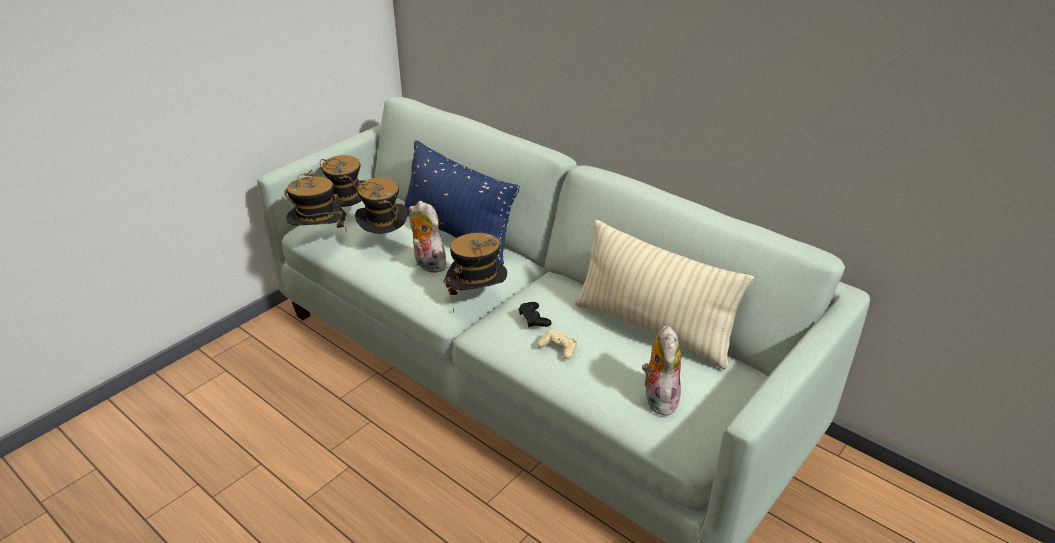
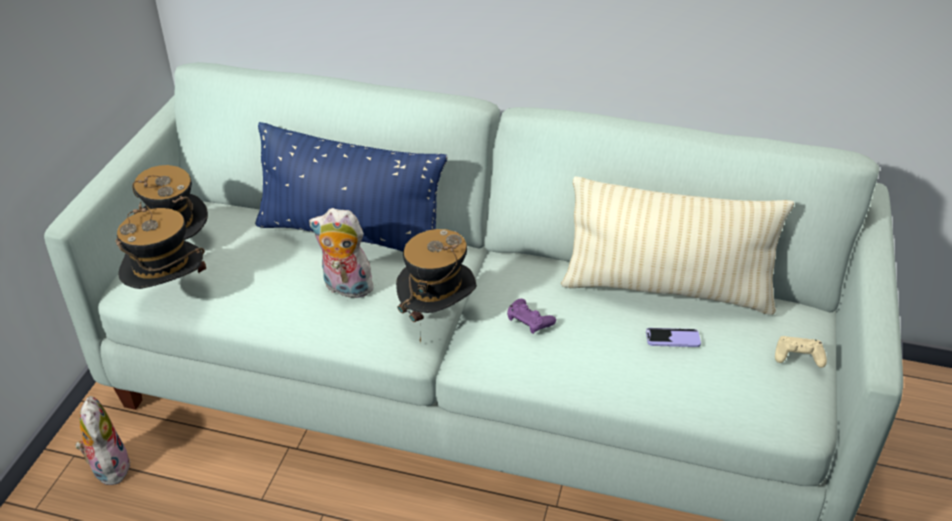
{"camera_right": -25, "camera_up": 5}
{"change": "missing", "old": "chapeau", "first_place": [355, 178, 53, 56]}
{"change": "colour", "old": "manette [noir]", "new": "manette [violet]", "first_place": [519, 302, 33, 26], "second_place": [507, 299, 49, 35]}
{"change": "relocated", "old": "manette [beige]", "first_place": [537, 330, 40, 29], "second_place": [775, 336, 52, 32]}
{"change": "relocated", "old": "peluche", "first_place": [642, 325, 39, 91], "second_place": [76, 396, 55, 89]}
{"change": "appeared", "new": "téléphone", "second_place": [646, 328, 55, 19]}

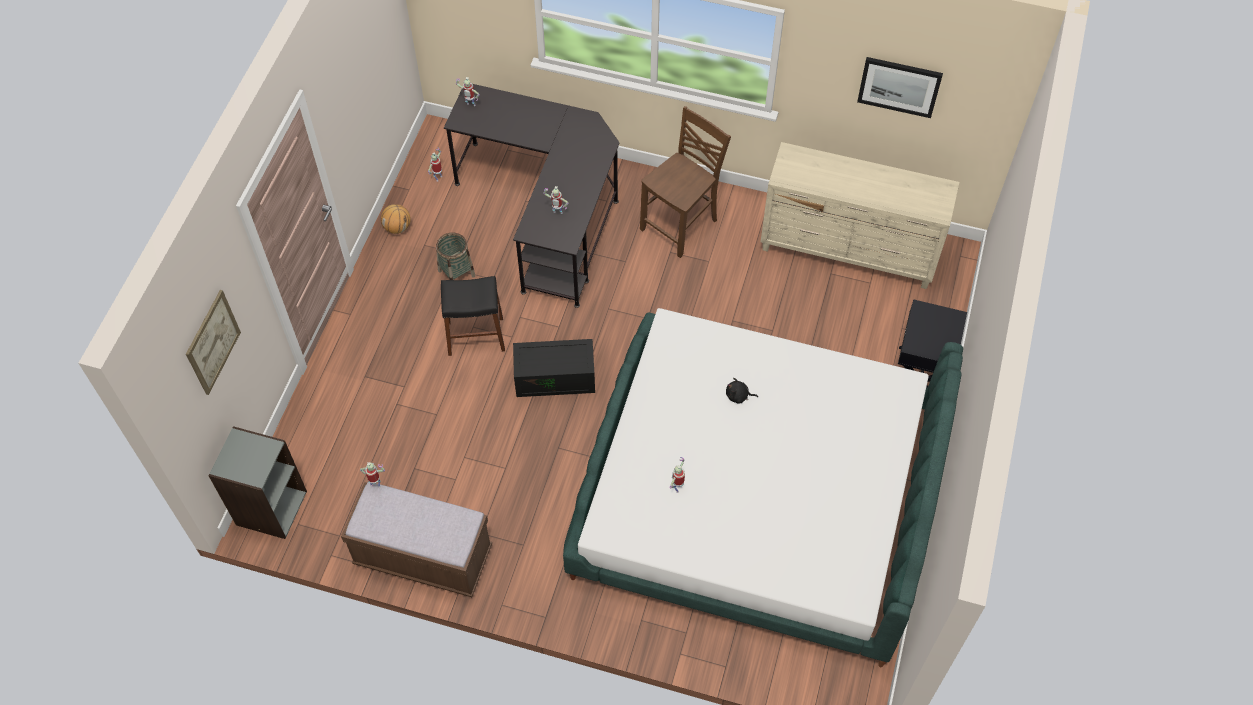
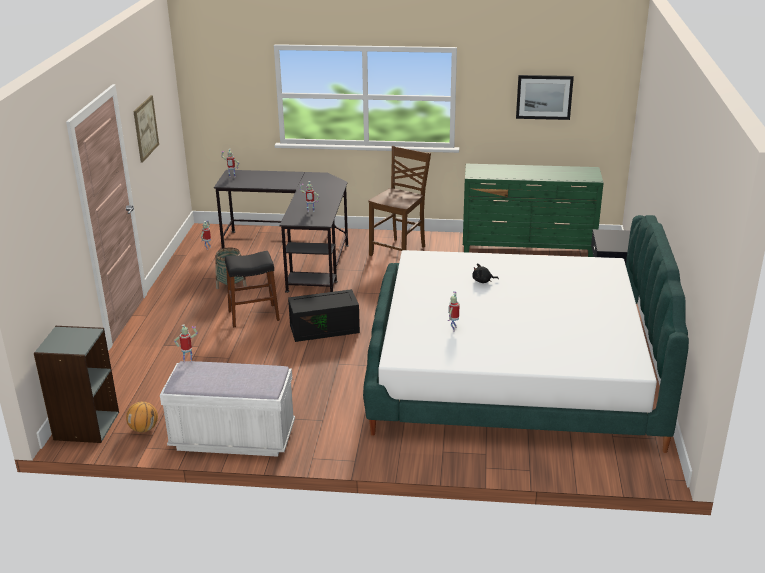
{"camera_right": -10, "camera_up": -30}
{"change": "relocated", "old": "tableau", "first_place": [186, 290, 55, 105], "second_place": [133, 95, 26, 68]}
{"change": "colour", "old": "banc [marron]", "new": "banc [blanc]", "first_place": [341, 482, 151, 115], "second_place": [160, 361, 135, 96]}
{"change": "relocated", "old": "ballon de basket", "first_place": [381, 204, 30, 30], "second_place": [126, 402, 32, 31]}
{"change": "colour", "old": "commode [beige]", "new": "commode [vert]", "first_place": [761, 142, 198, 147], "second_place": [463, 164, 141, 93]}

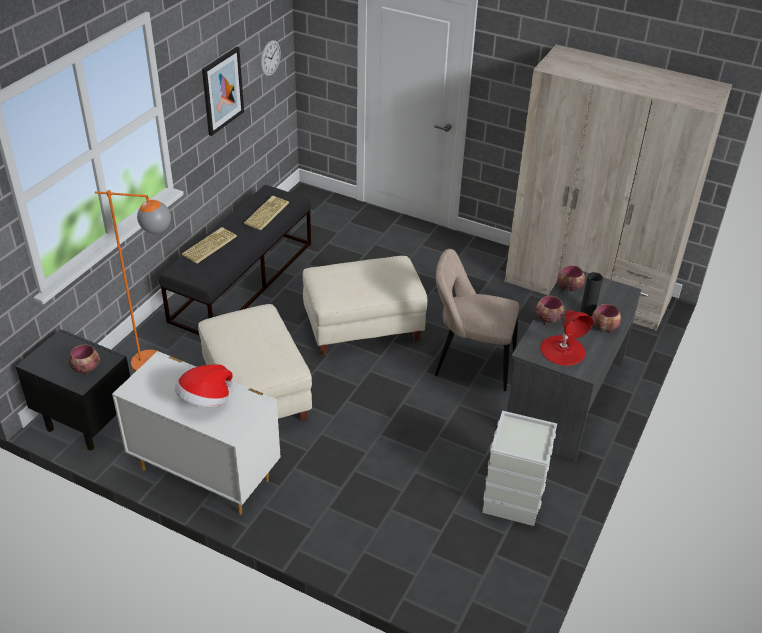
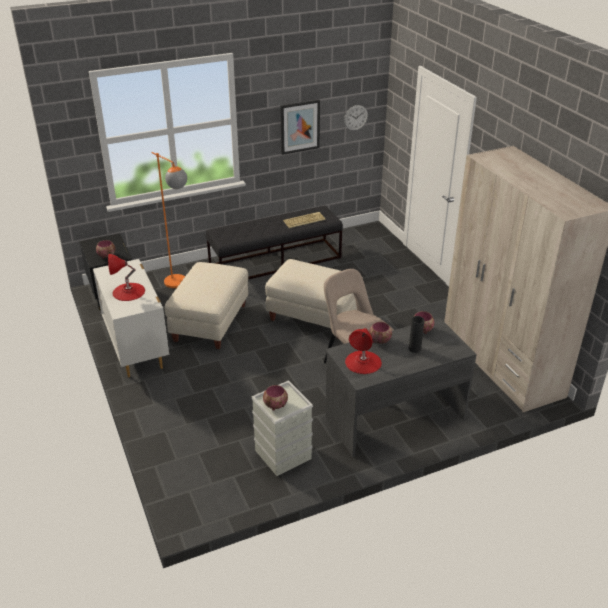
{"camera_right": 40, "camera_up": -5}
{"change": "exchanged", "old": "chapeau", "new": "lampe de table [rouge]", "first_place": [175, 364, 58, 43], "second_place": [108, 254, 37, 47]}
{"change": "missing", "old": "clavier", "first_place": [182, 227, 55, 37]}
{"change": "relocated", "old": "bol", "first_place": [592, 304, 29, 29], "second_place": [263, 385, 25, 26]}

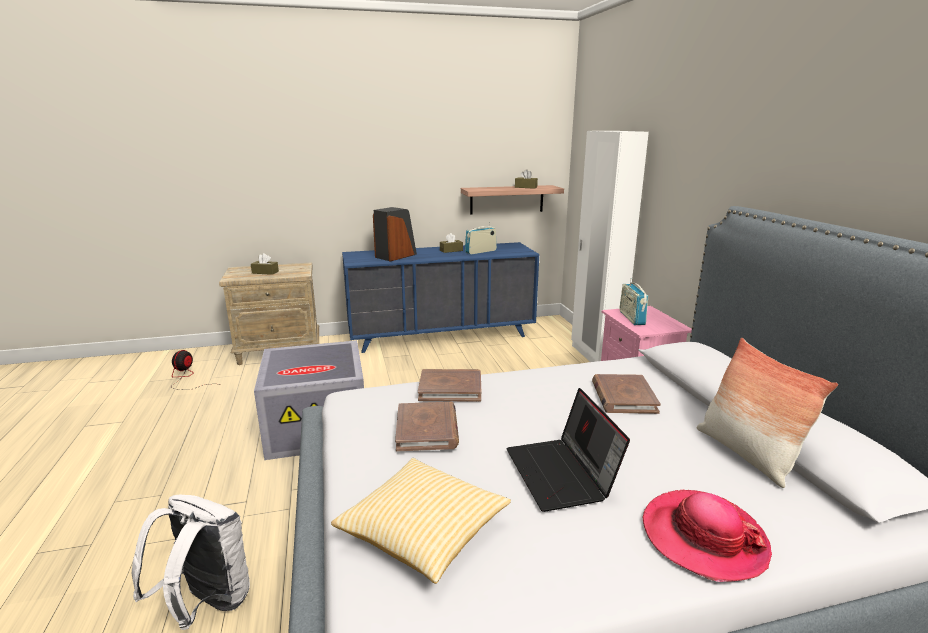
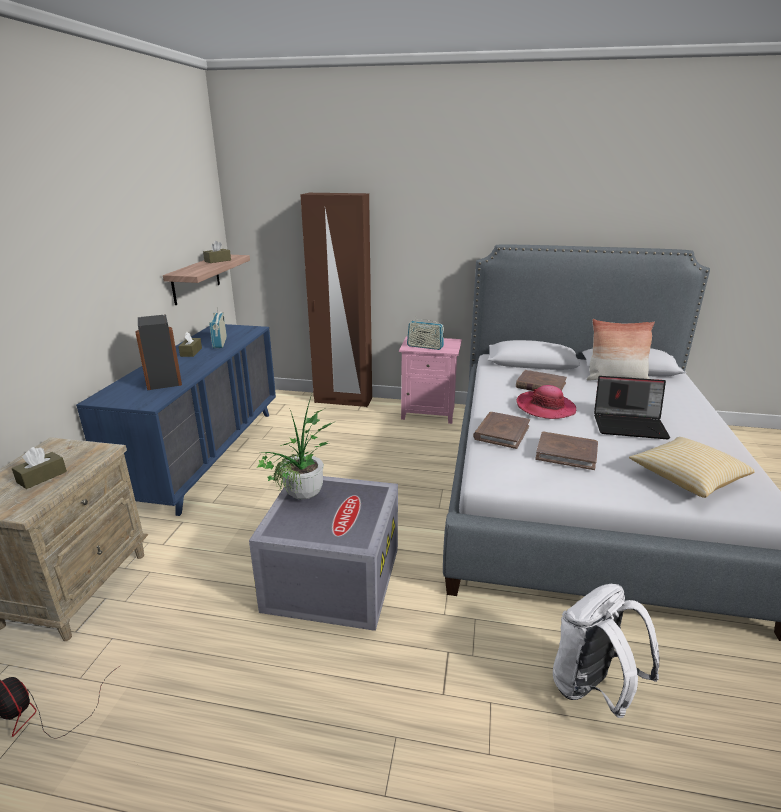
{"camera_right": -65, "camera_up": 5}
{"change": "colour", "old": "armoire [blanc]", "new": "armoire [marron]", "first_place": [571, 131, 78, 231], "second_place": [300, 193, 72, 214]}
{"change": "relocated", "old": "chapeau", "first_place": [643, 490, 129, 92], "second_place": [517, 385, 59, 34]}
{"change": "appeared", "new": "plante en pot", "second_place": [256, 391, 78, 109]}

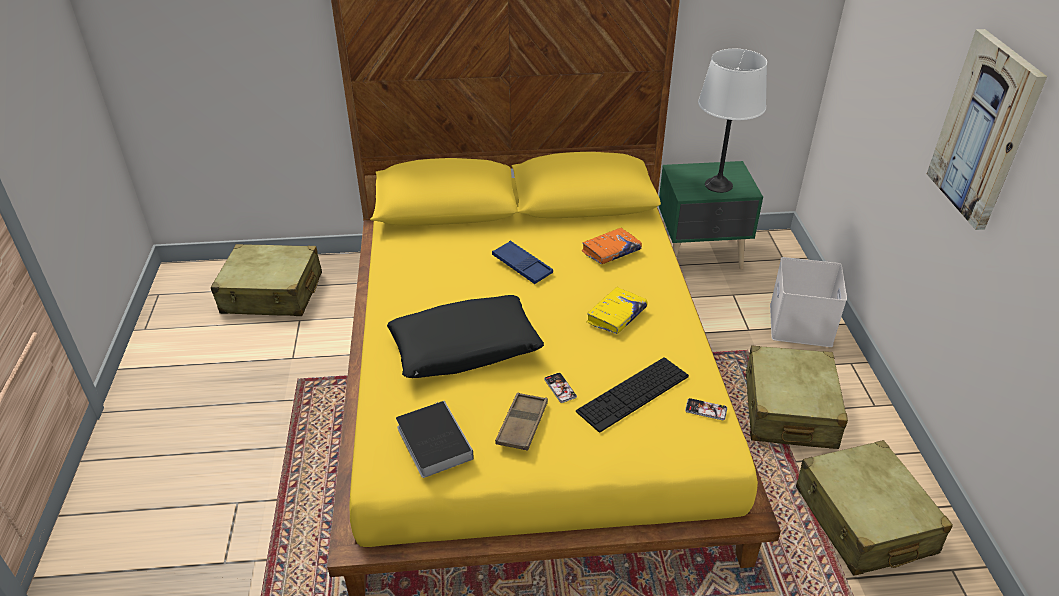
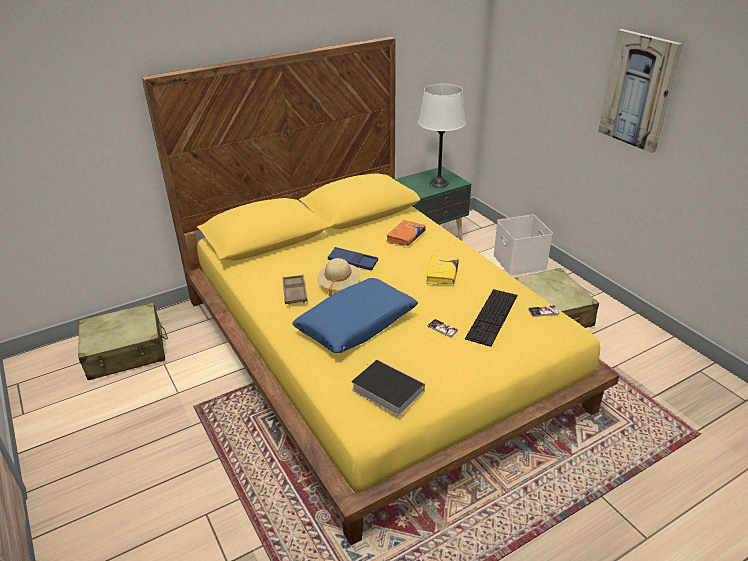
{"camera_right": -25, "camera_up": -5}
{"change": "colour", "old": "coussin [noir]", "new": "coussin [bleu]", "first_place": [387, 295, 157, 83], "second_place": [292, 278, 126, 75]}
{"change": "relocated", "old": "plateau [marron]", "first_place": [495, 392, 53, 59], "second_place": [282, 274, 26, 31]}
{"change": "missing", "old": "valise [beige]", "first_place": [796, 440, 157, 136]}
{"change": "appeared", "new": "chapeau [beige]", "second_place": [317, 258, 43, 38]}

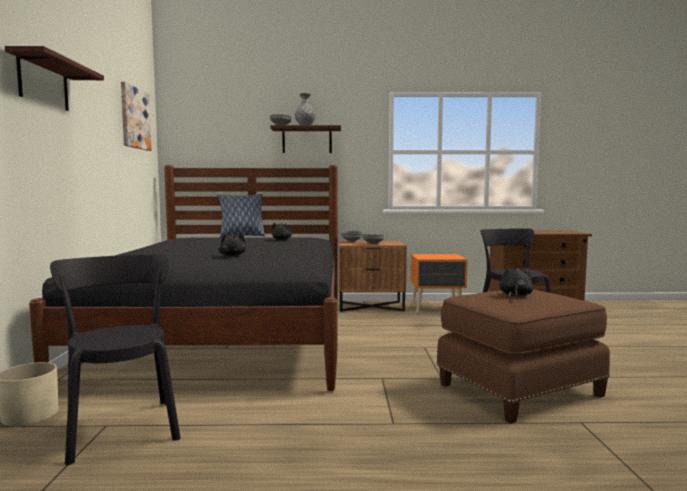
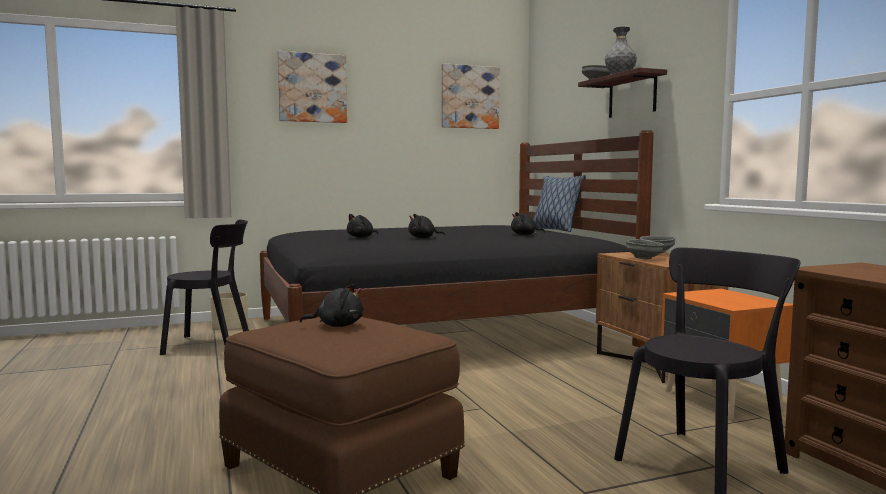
{"camera_right": 70, "camera_up": 0}
{"change": "exchanged", "old": "étagère", "new": "tableau", "first_place": [5, 46, 99, 65], "second_place": [278, 51, 69, 72]}
{"change": "spun", "old": "chaise [noir]", "first_place": [50, 254, 130, 211], "second_place": [160, 220, 89, 135], "degrees": 45}
{"change": "appeared", "new": "peluche [noir]", "second_place": [408, 214, 37, 24]}

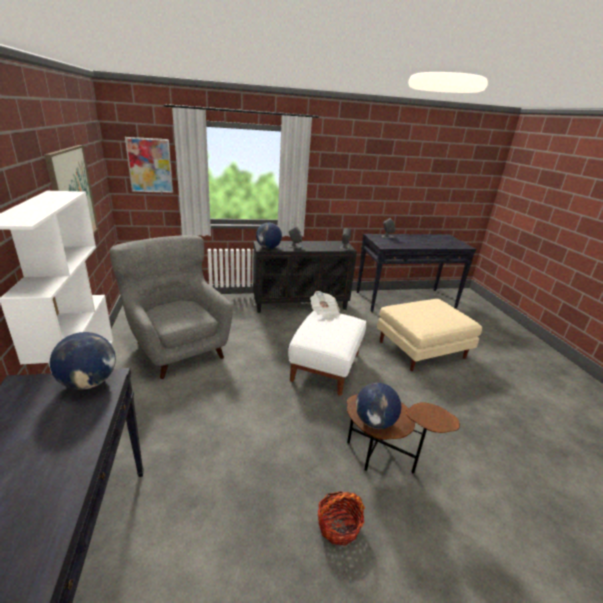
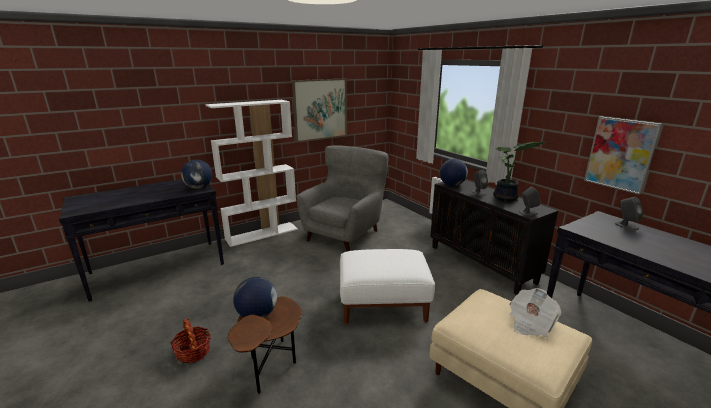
{"camera_right": 70, "camera_up": -5}
{"change": "relocated", "old": "tableau", "first_place": [125, 137, 48, 56], "second_place": [584, 116, 78, 79]}
{"change": "relocated", "old": "journal", "first_place": [310, 291, 31, 31], "second_place": [510, 288, 51, 49]}
{"change": "appeared", "new": "plante en pot", "second_place": [493, 142, 52, 60]}

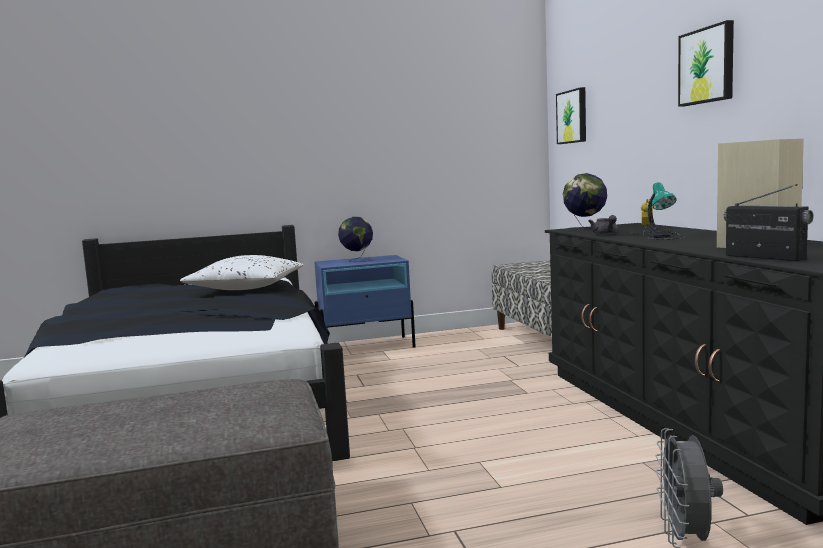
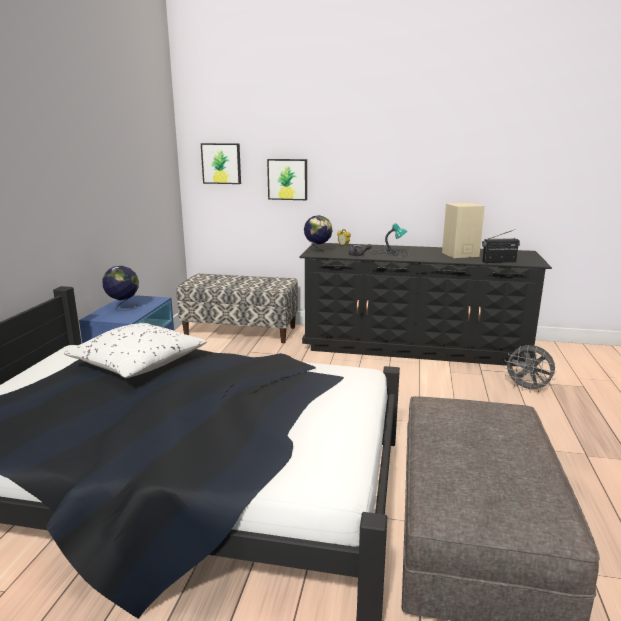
{"camera_right": -65, "camera_up": 10}
{"change": "relocated", "old": "tableau", "first_place": [678, 20, 56, 87], "second_place": [267, 159, 40, 41]}

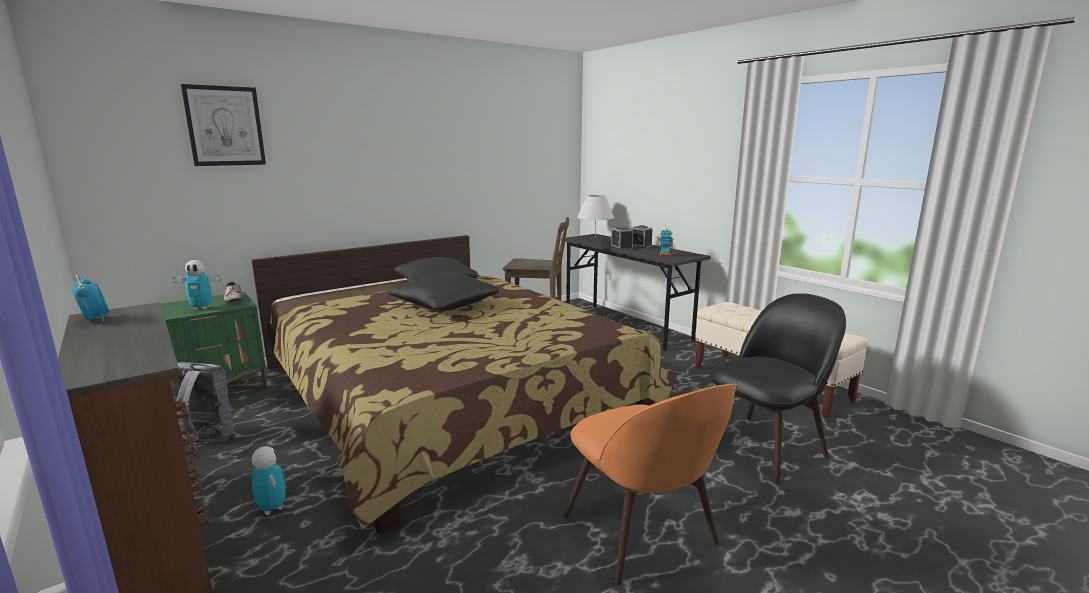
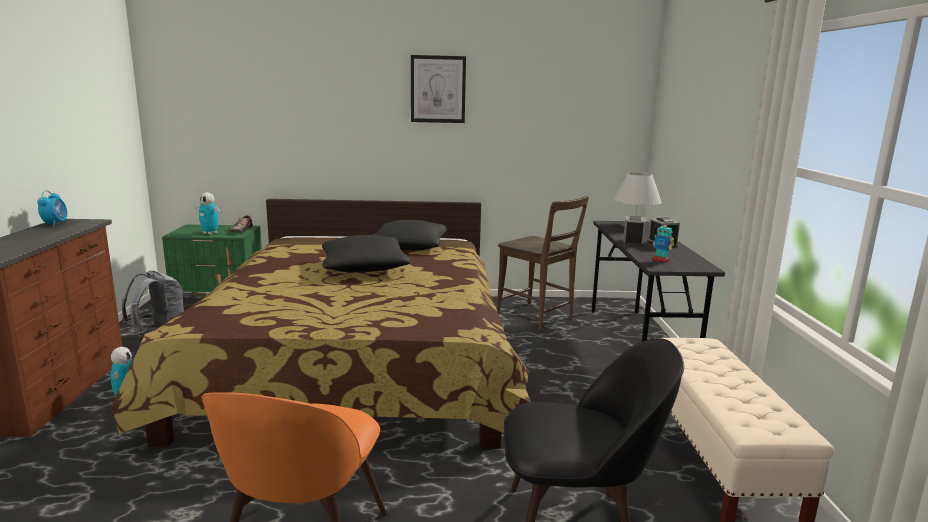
{"camera_right": 35, "camera_up": 0}
{"change": "relocated", "old": "tableau", "first_place": [181, 84, 85, 82], "second_place": [411, 55, 55, 68]}

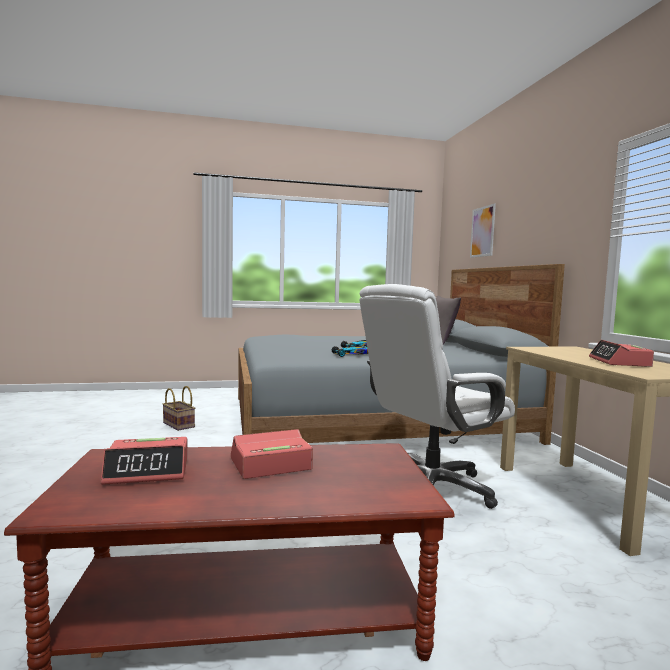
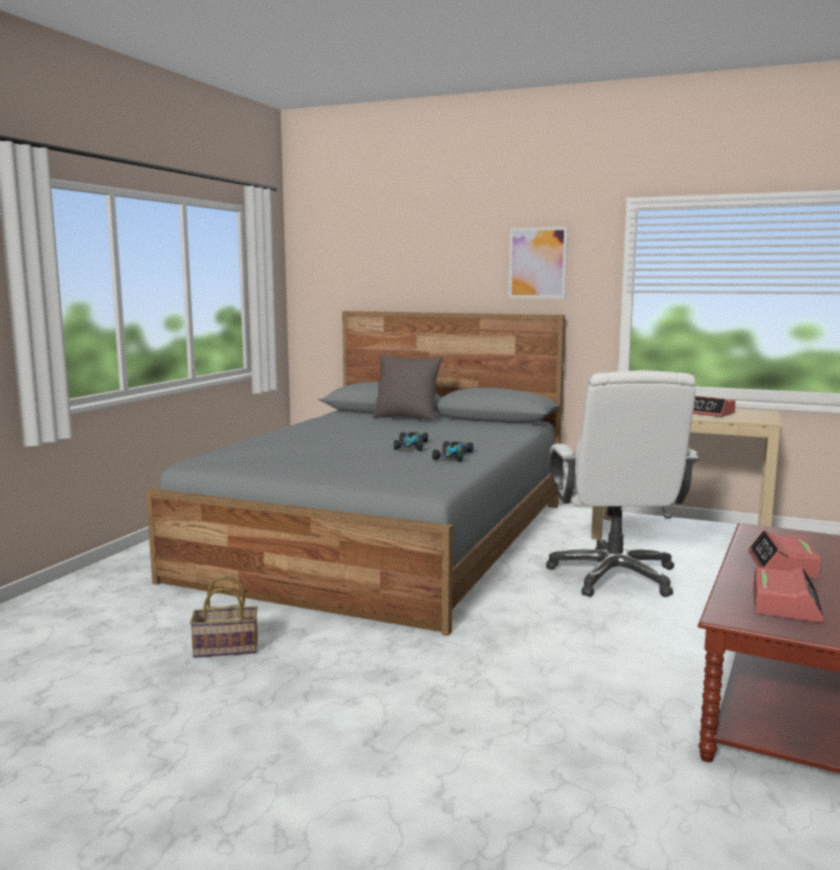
{"camera_right": -55, "camera_up": 5}
{"change": "relocated", "old": "tableau", "first_place": [470, 204, 26, 54], "second_place": [508, 227, 60, 72]}

